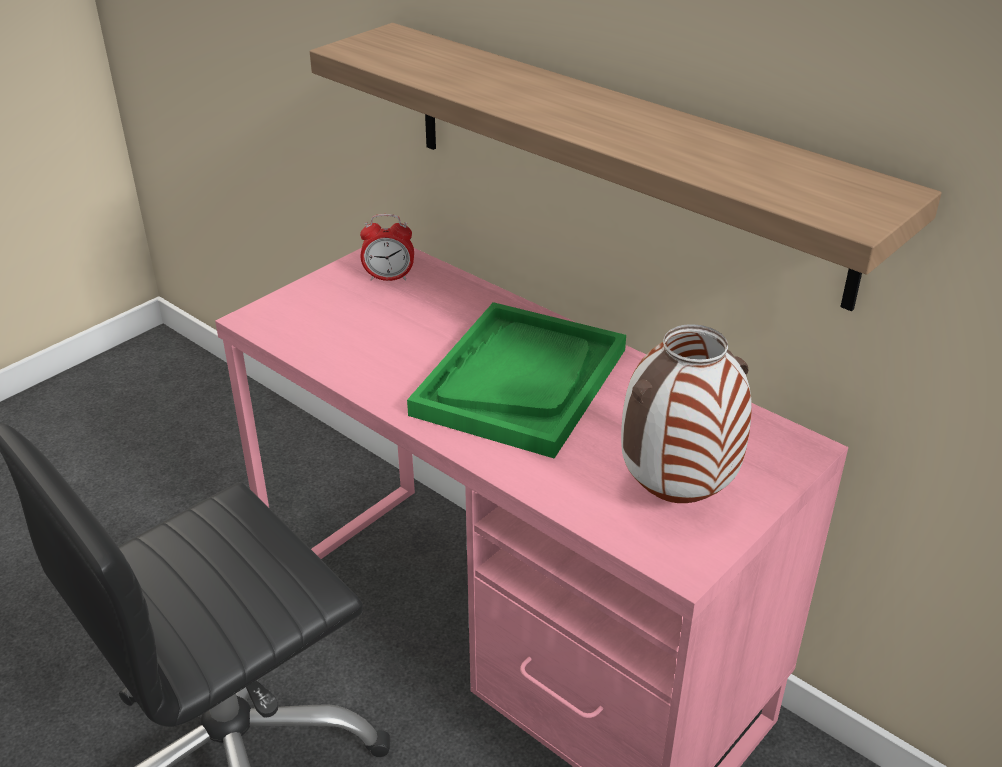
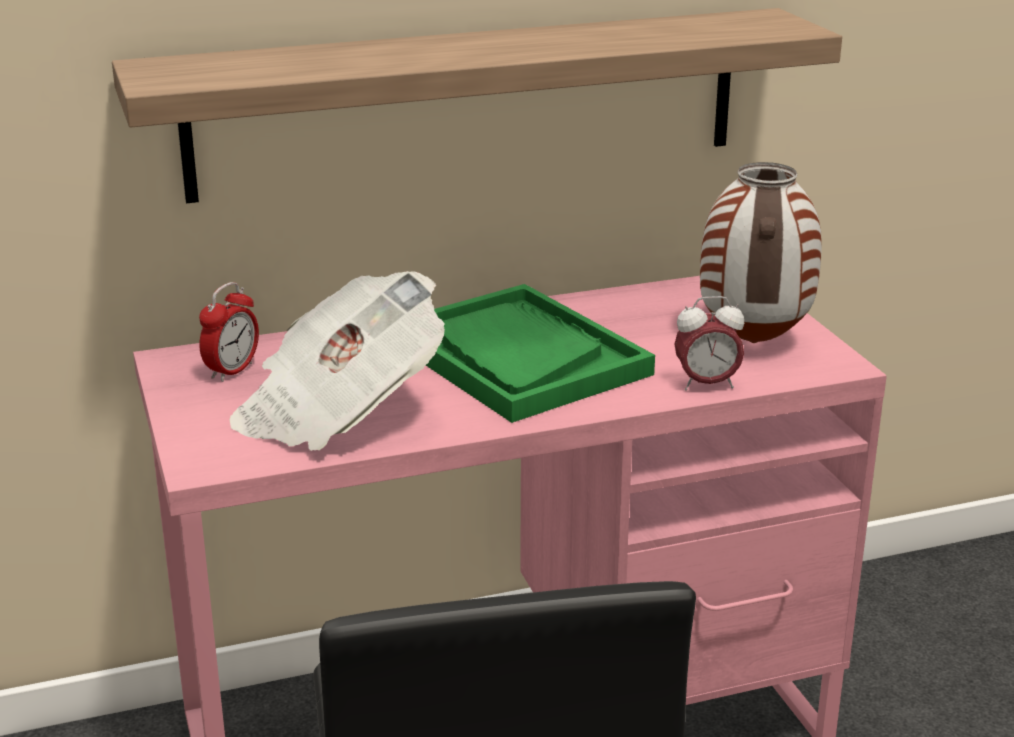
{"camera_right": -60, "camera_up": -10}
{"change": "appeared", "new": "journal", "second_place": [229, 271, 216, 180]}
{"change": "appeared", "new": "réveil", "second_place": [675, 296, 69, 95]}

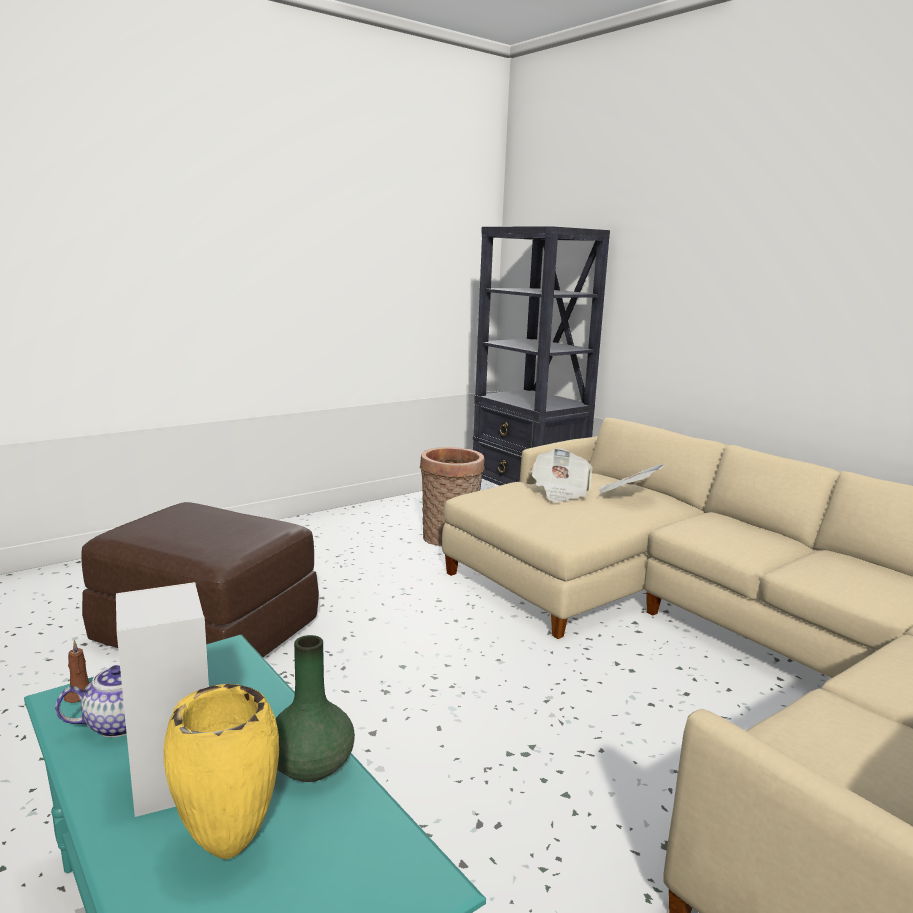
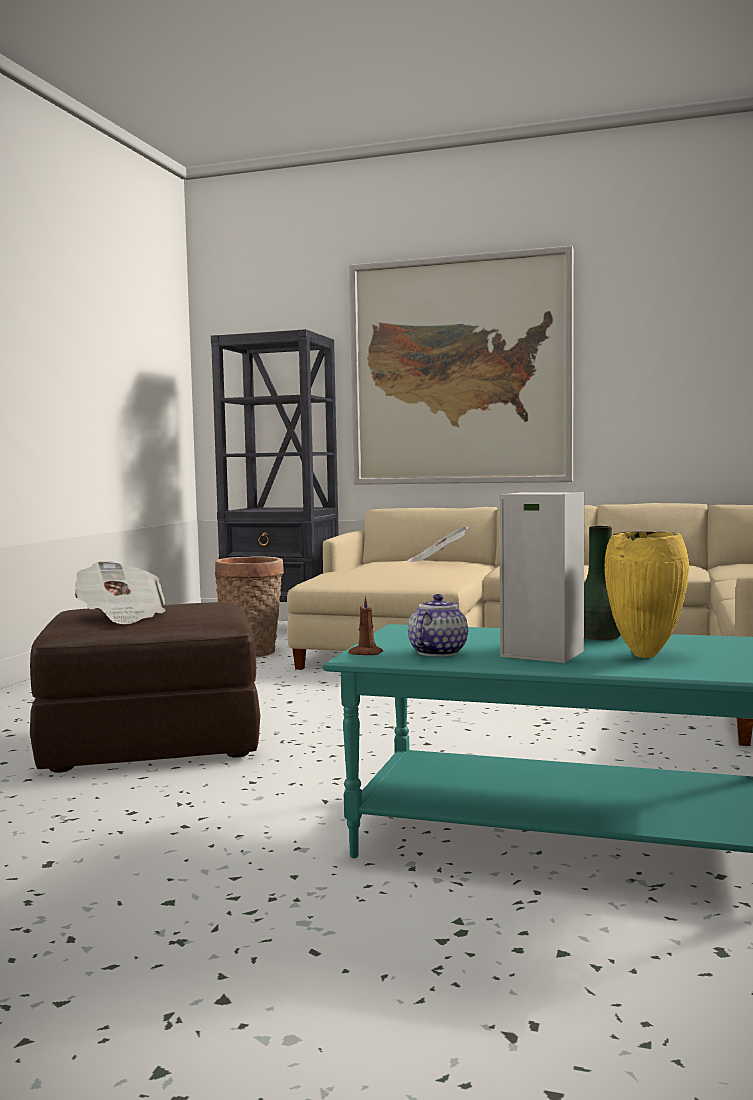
{"camera_right": -35, "camera_up": -10}
{"change": "relocated", "old": "journal", "first_place": [531, 448, 62, 54], "second_place": [74, 561, 92, 63]}
{"change": "appeared", "new": "tableau", "second_place": [349, 245, 225, 240]}

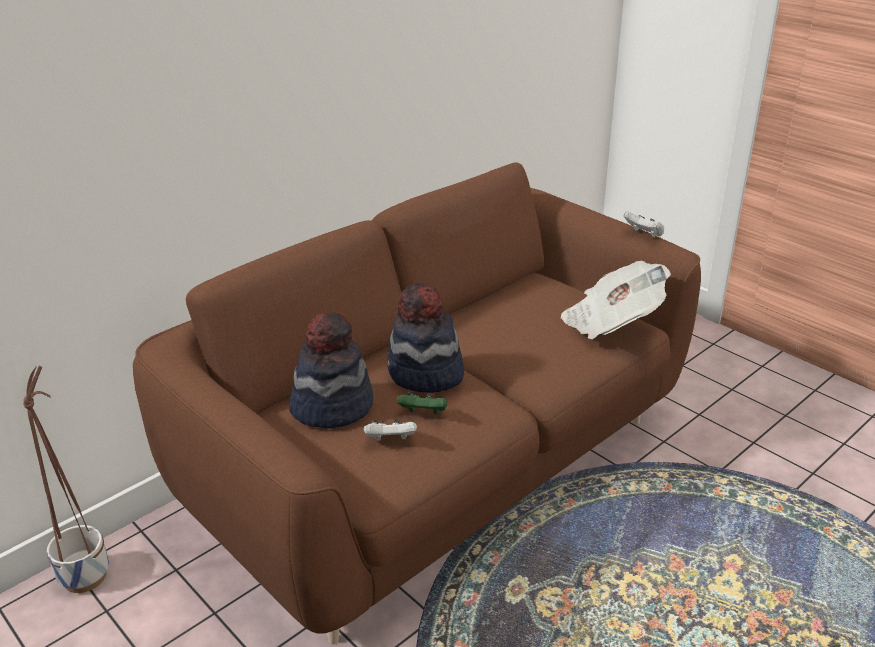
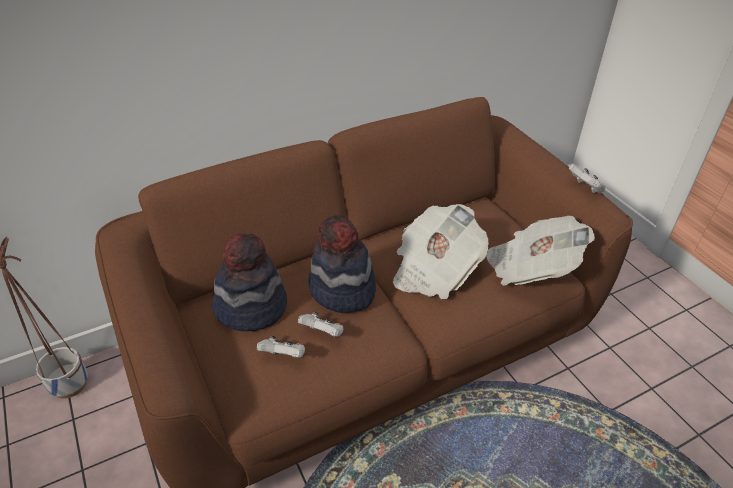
{"camera_right": 15, "camera_up": 10}
{"change": "colour", "old": "manette [vert]", "new": "manette [blanc]", "first_place": [397, 392, 50, 22], "second_place": [298, 312, 46, 25]}
{"change": "appeared", "new": "journal", "second_place": [393, 204, 96, 95]}

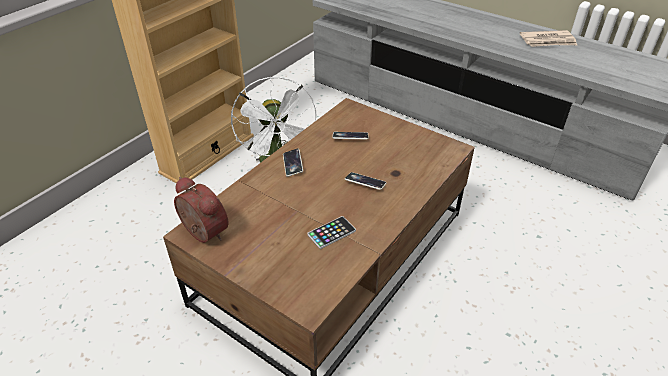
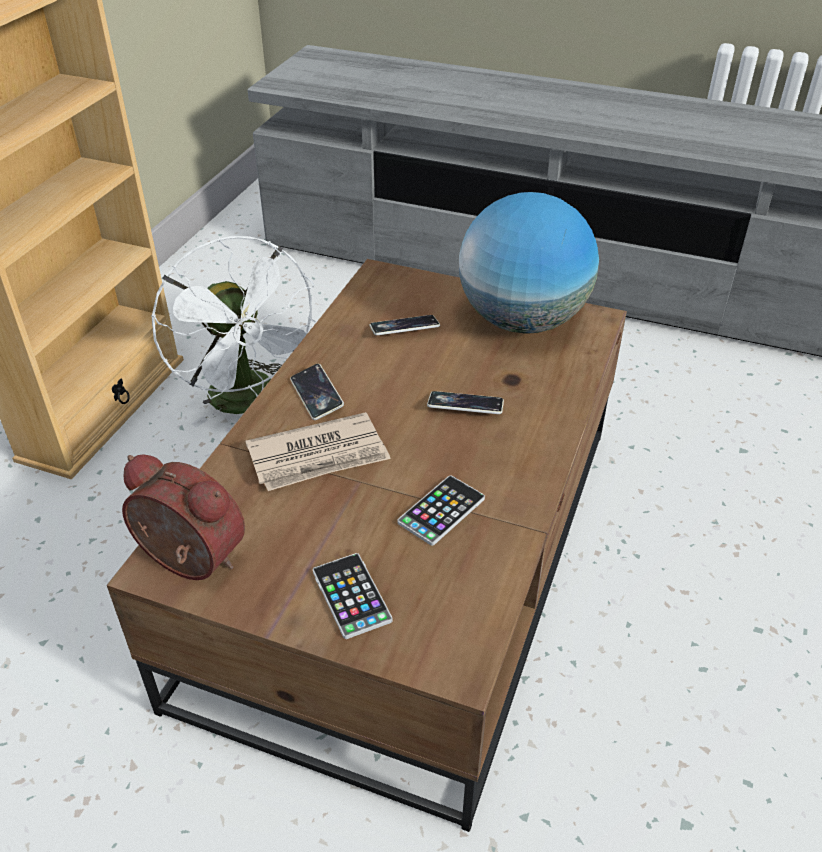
{"camera_right": -15, "camera_up": 0}
{"change": "relocated", "old": "journal", "first_place": [520, 30, 57, 17], "second_place": [246, 412, 145, 79]}
{"change": "appeared", "new": "téléphone", "second_place": [313, 553, 79, 86]}
{"change": "appeared", "new": "globe", "second_place": [459, 192, 140, 142]}

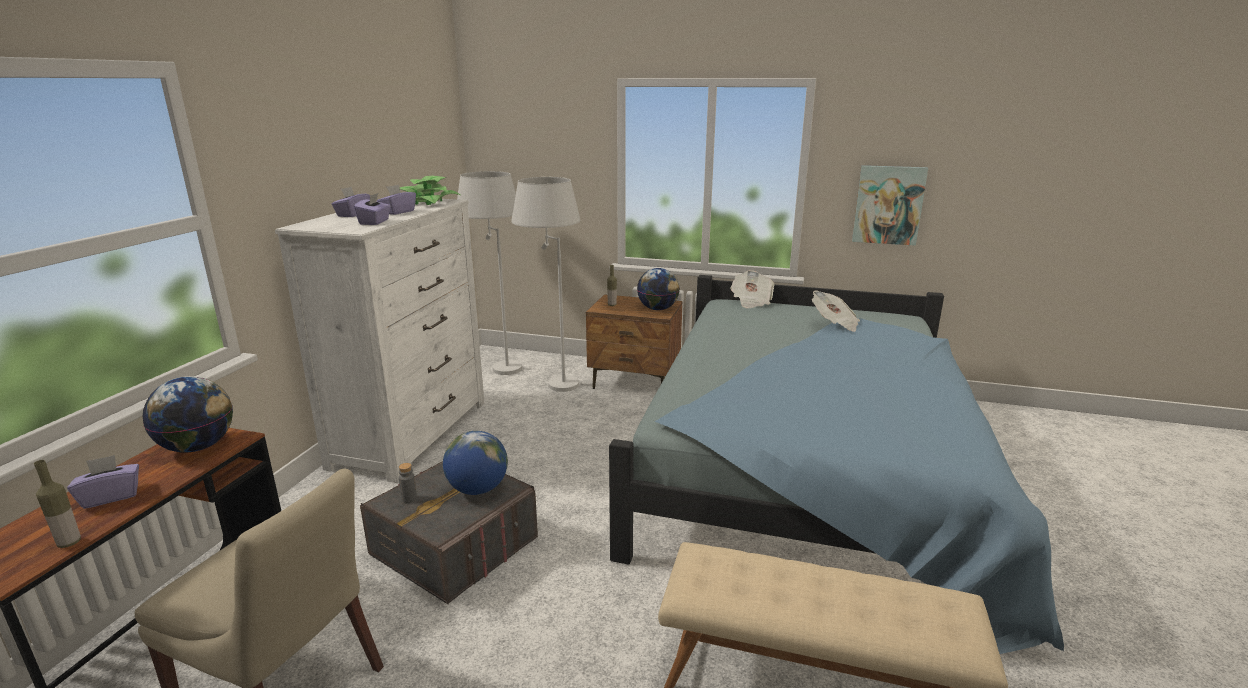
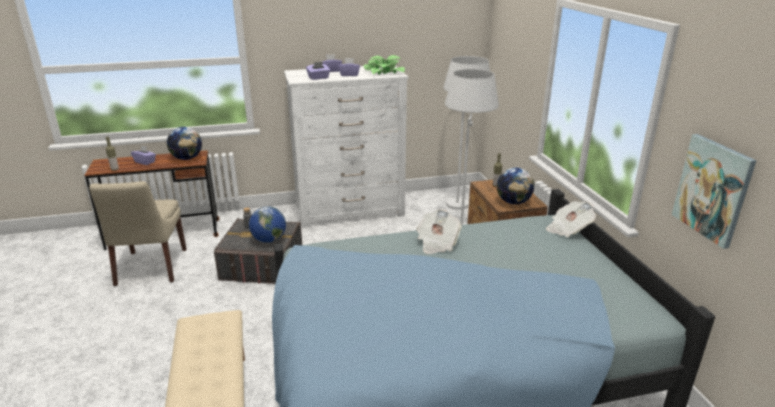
{"camera_right": 60, "camera_up": 5}
{"change": "relocated", "old": "journal", "first_place": [812, 290, 48, 42], "second_place": [417, 209, 45, 45]}

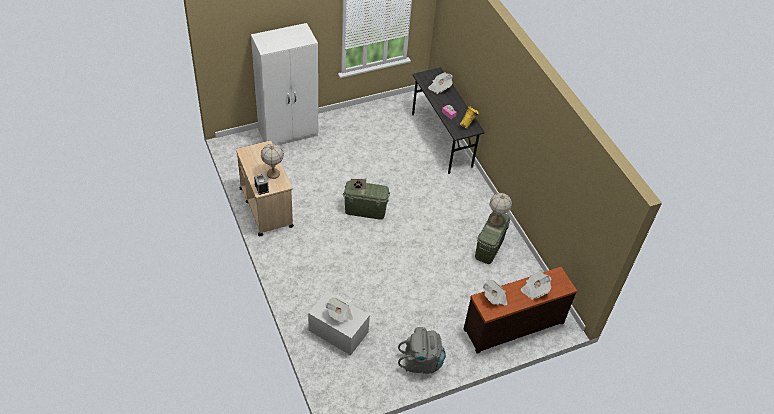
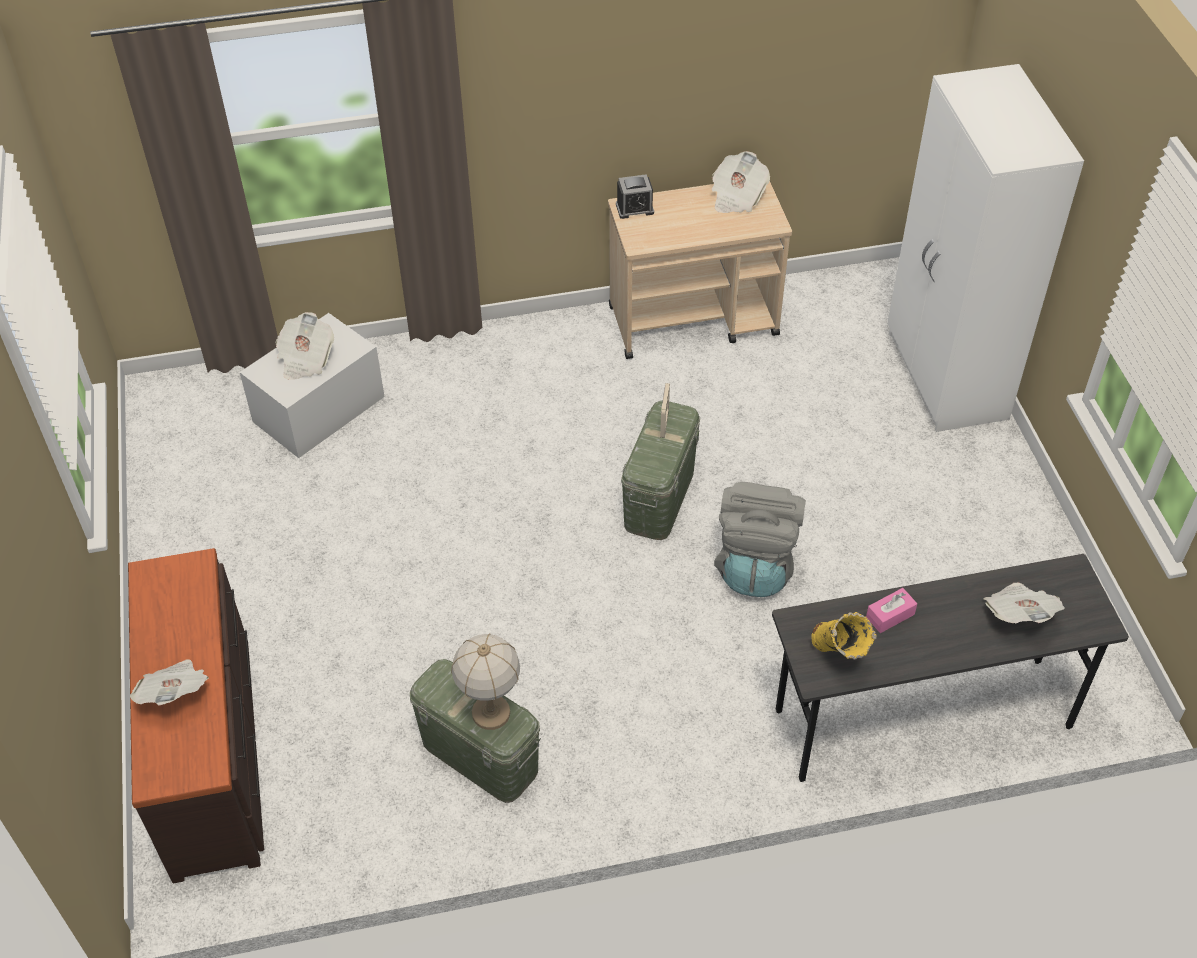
{"camera_right": 105, "camera_up": 0}
{"change": "missing", "old": "lampe de table", "first_place": [261, 144, 23, 35]}
{"change": "relocated", "old": "sac à dos [gris]", "first_place": [398, 327, 48, 47], "second_place": [714, 482, 92, 115]}
{"change": "relocated", "old": "journal", "first_place": [483, 280, 25, 26], "second_place": [711, 151, 59, 62]}

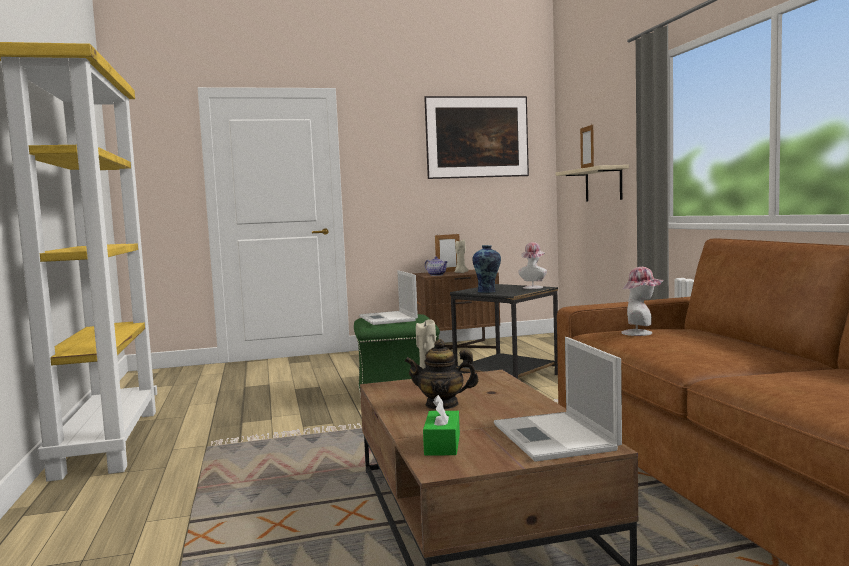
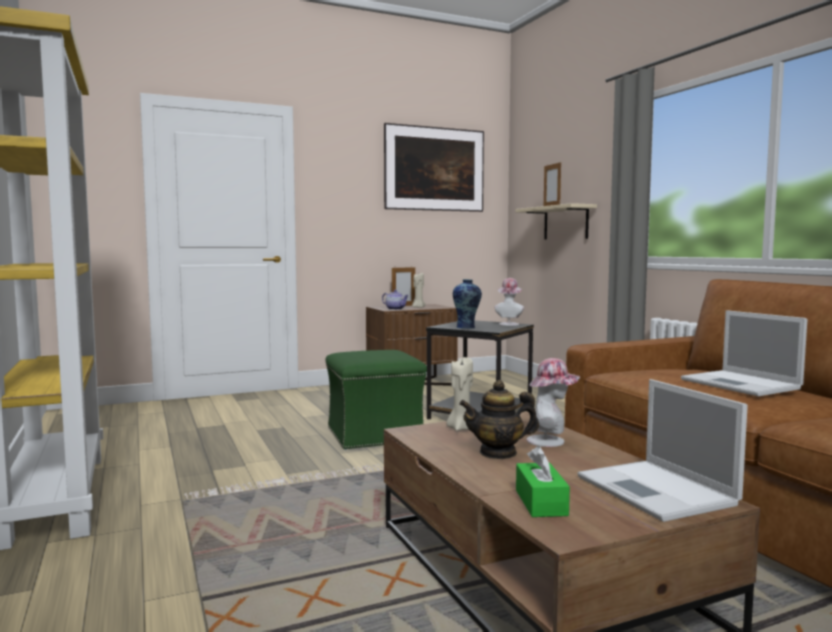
{"camera_right": -10, "camera_up": 0}
{"change": "relocated", "old": "ordinateur portable", "first_place": [359, 270, 59, 55], "second_place": [681, 310, 127, 86]}
{"change": "relocated", "old": "chapeau", "first_place": [621, 267, 42, 69], "second_place": [527, 358, 53, 89]}

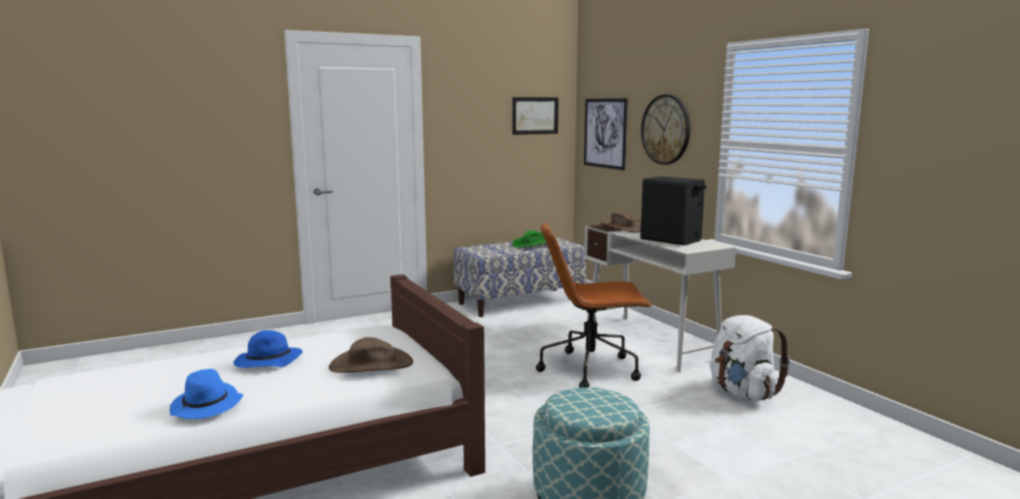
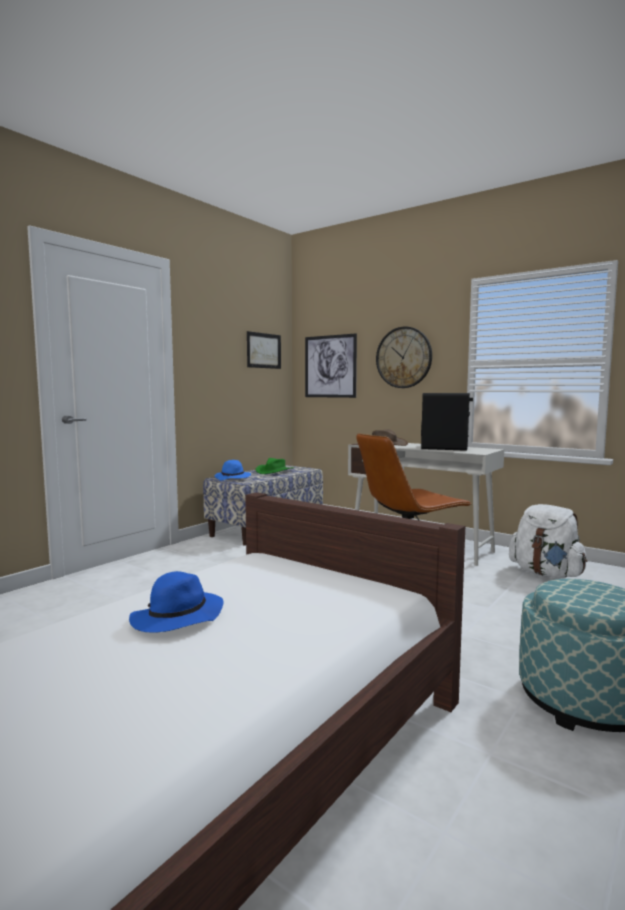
{"camera_right": -25, "camera_up": -5}
{"change": "relocated", "old": "chapeau [bleu]", "first_place": [170, 369, 73, 50], "second_place": [215, 460, 36, 20]}
{"change": "missing", "old": "chapeau [marron]", "first_place": [329, 337, 84, 36]}

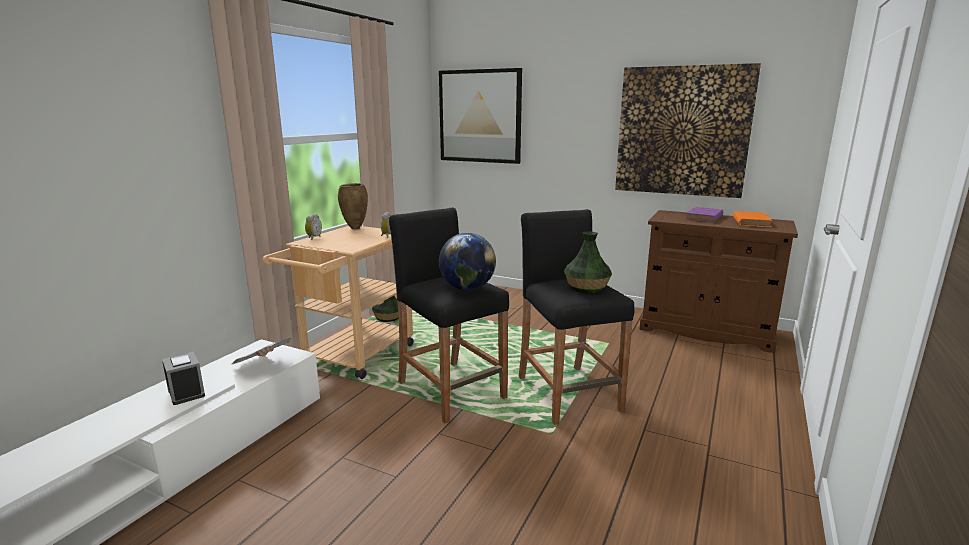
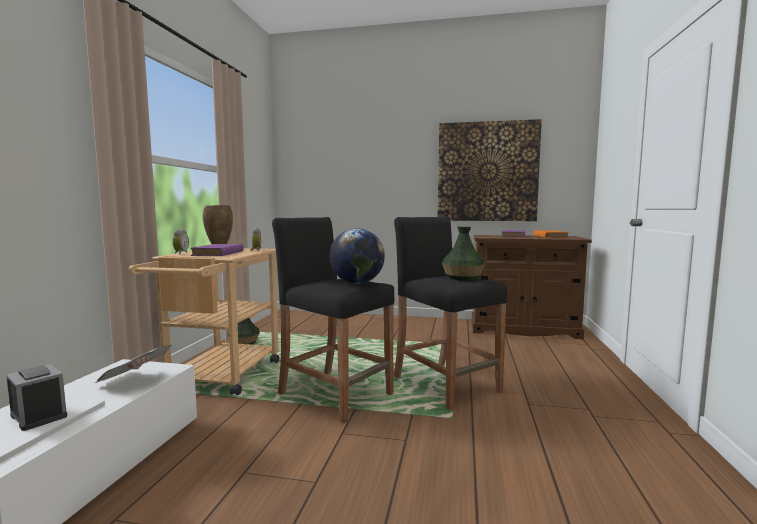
{"camera_right": -15, "camera_up": -10}
{"change": "missing", "old": "tableau", "first_place": [439, 68, 83, 96]}
{"change": "appeared", "new": "livre [violet]", "second_place": [191, 244, 53, 12]}

